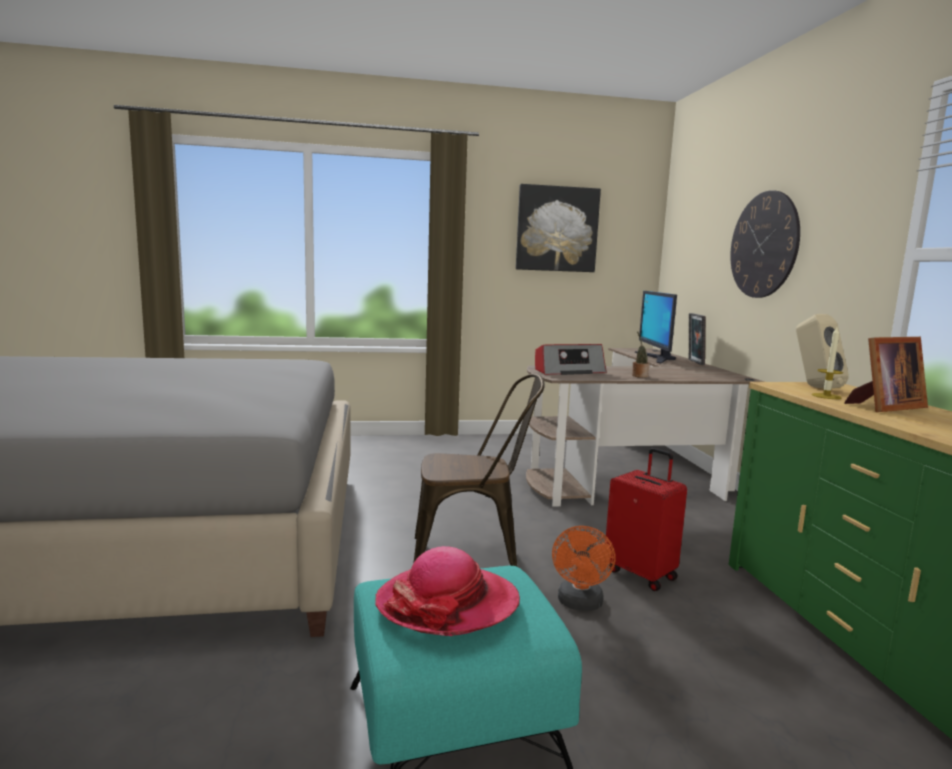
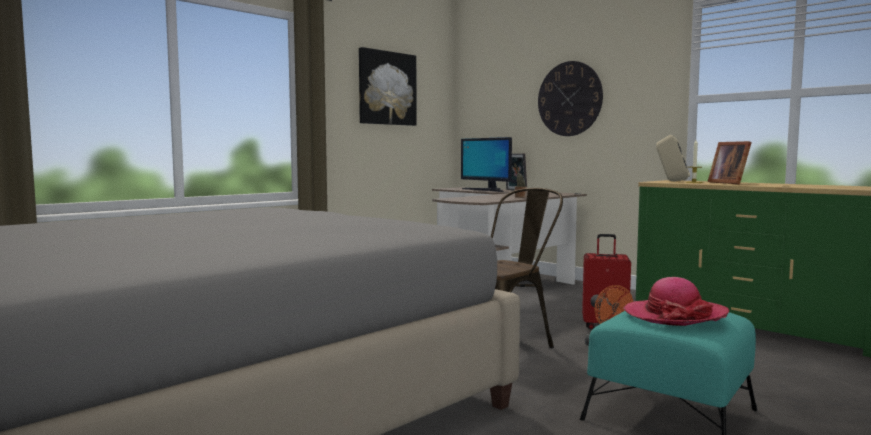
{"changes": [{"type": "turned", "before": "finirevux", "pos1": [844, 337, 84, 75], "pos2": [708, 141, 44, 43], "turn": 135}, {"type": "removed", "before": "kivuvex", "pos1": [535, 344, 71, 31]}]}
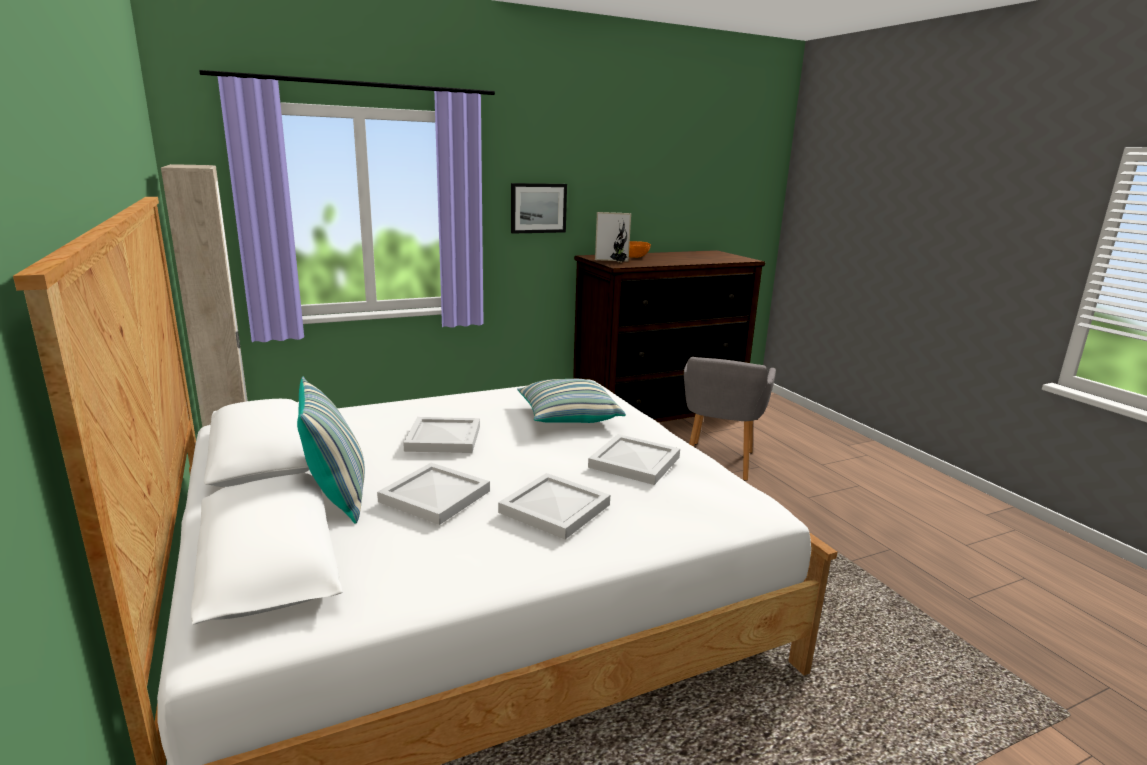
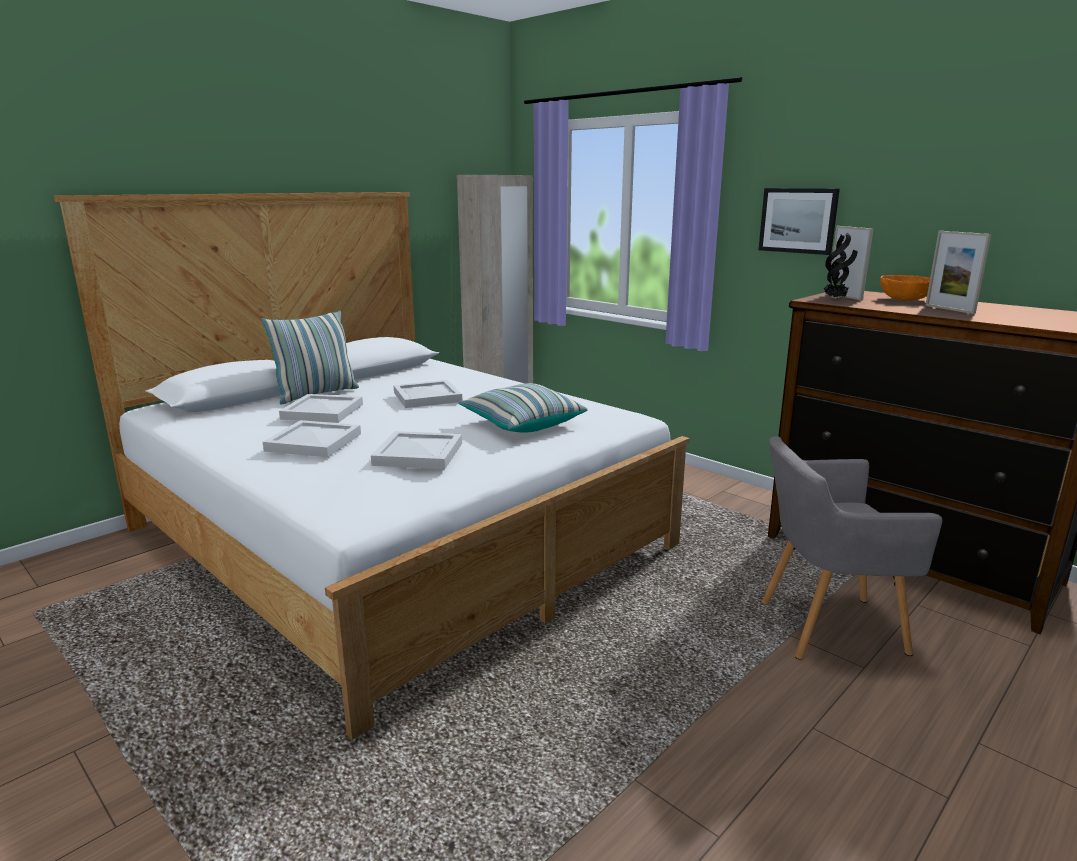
{"changes": [{"type": "added", "after": "finirevux", "pos2": [925, 231, 66, 83]}]}
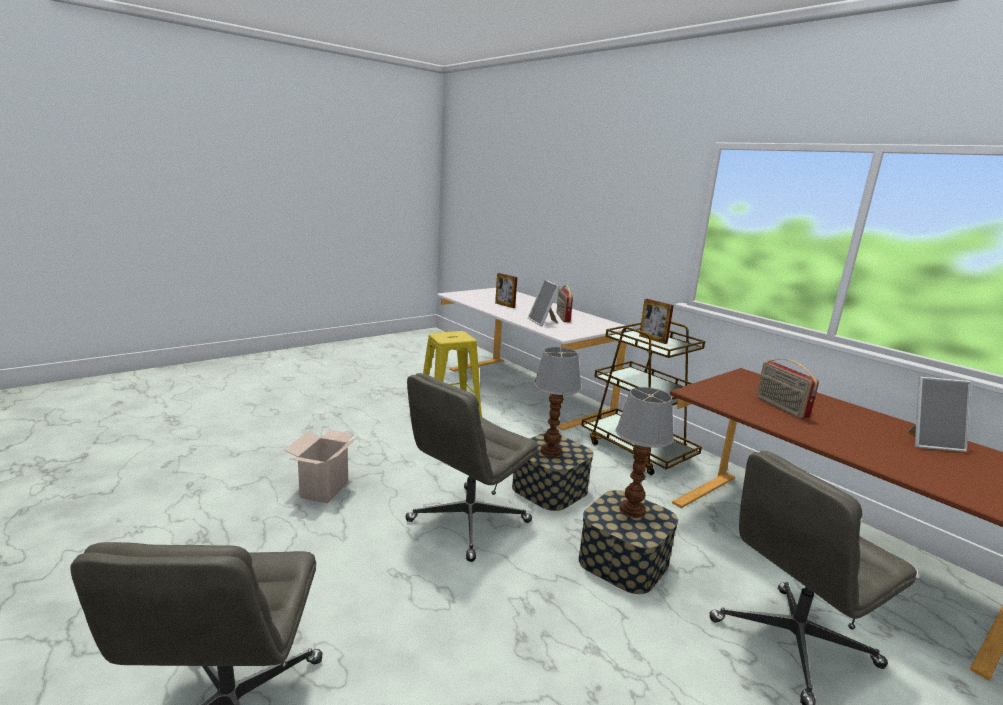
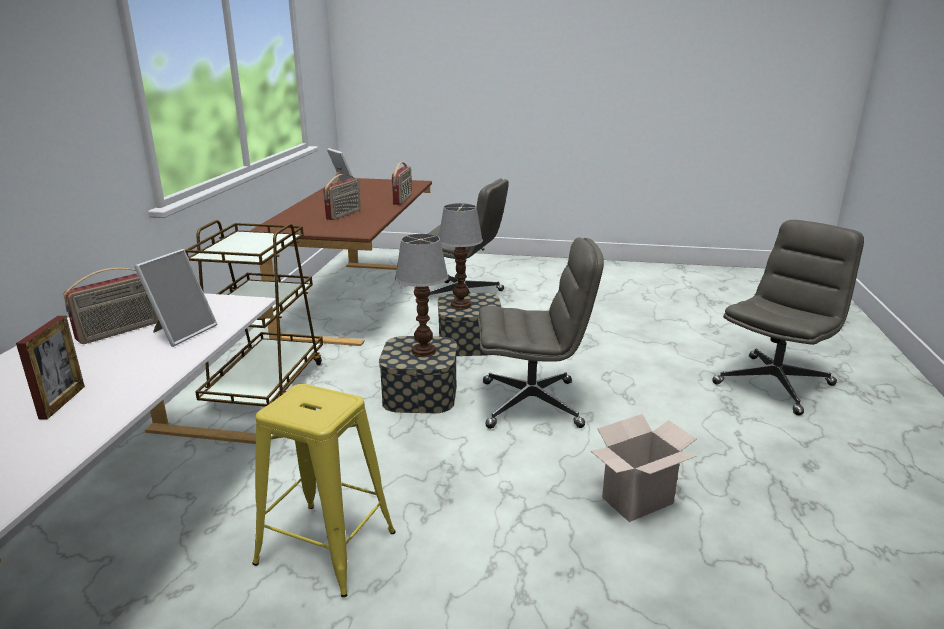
{"changes": [{"type": "removed", "before": "finirevux", "pos1": [639, 299, 35, 45]}, {"type": "added", "after": "kivuvex", "pos2": [392, 162, 20, 43]}]}
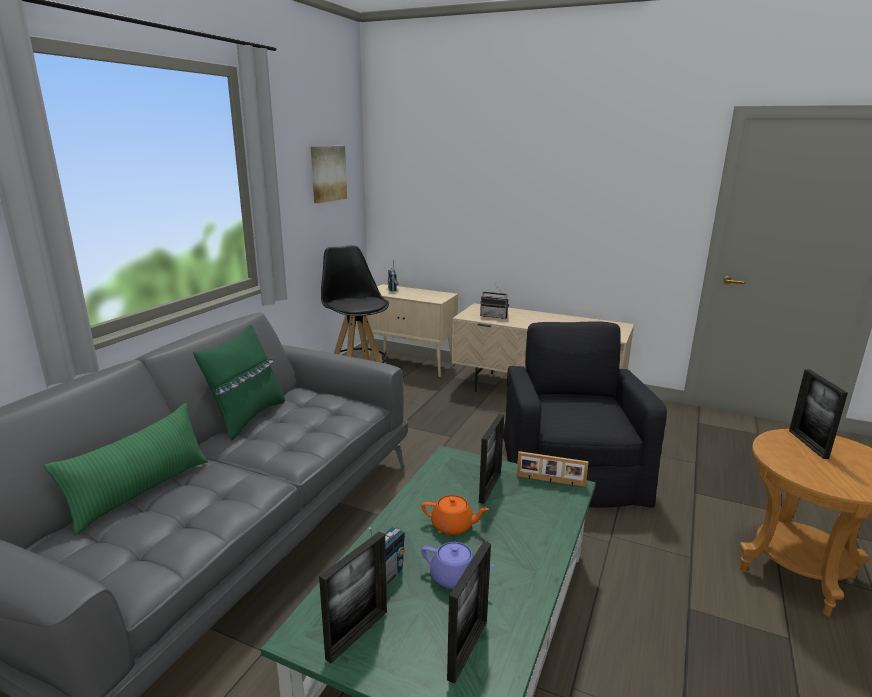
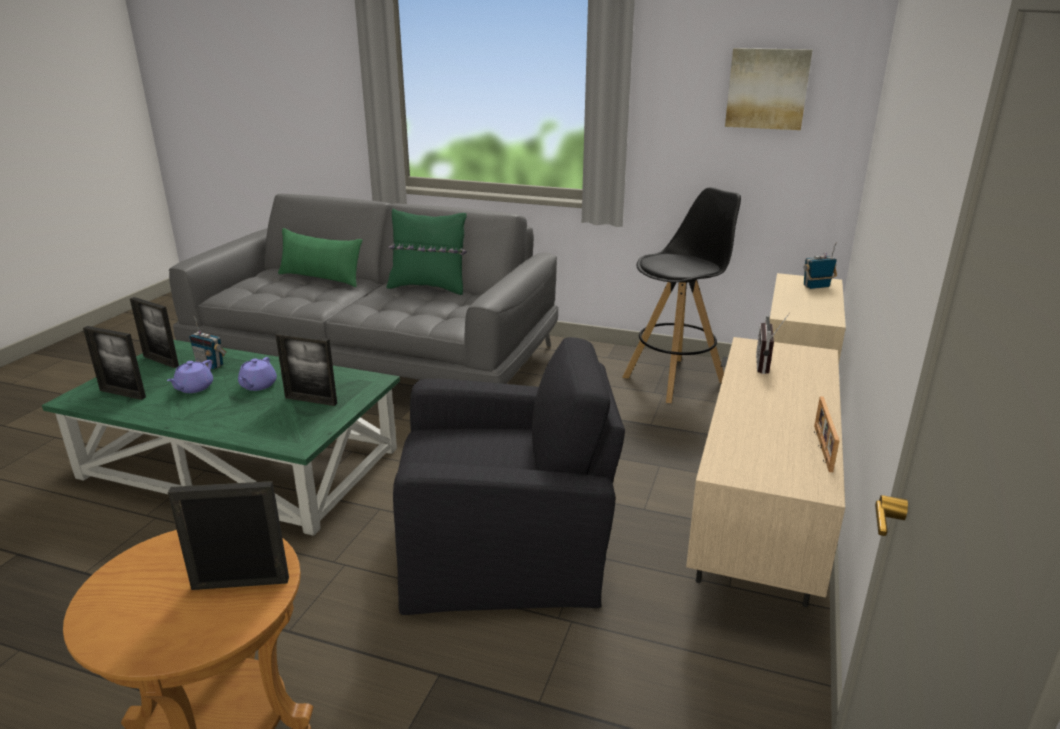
{"changes": [{"type": "moved", "before": "finirevux", "pos1": [517, 451, 72, 36], "pos2": [814, 397, 26, 75]}, {"type": "recoloured", "before": "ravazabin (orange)", "after": "ravazabin (purple)", "pos1": [421, 495, 68, 40], "pos2": [238, 357, 39, 34]}]}
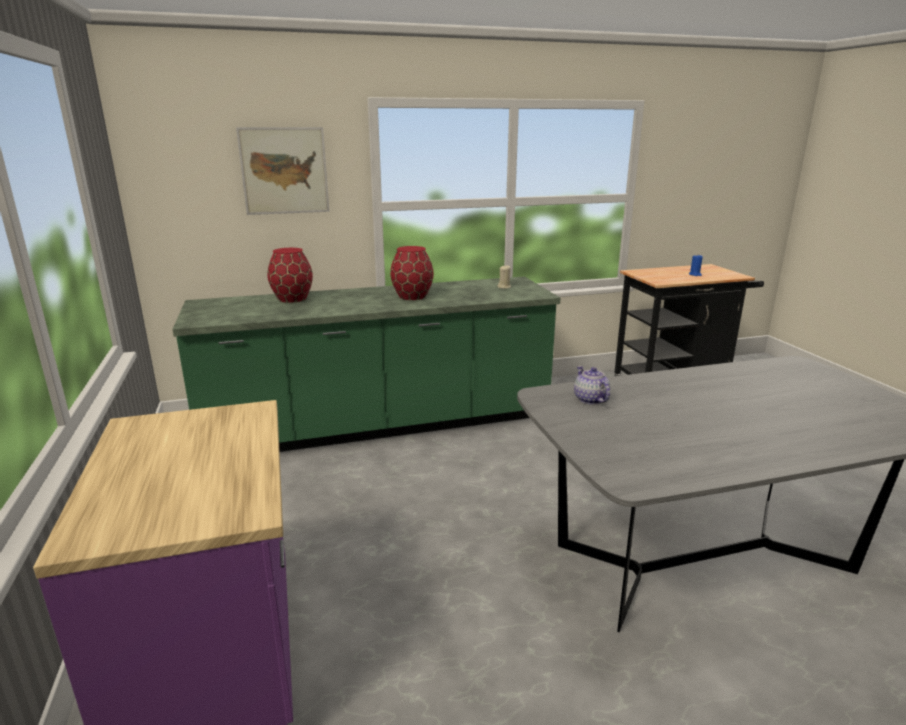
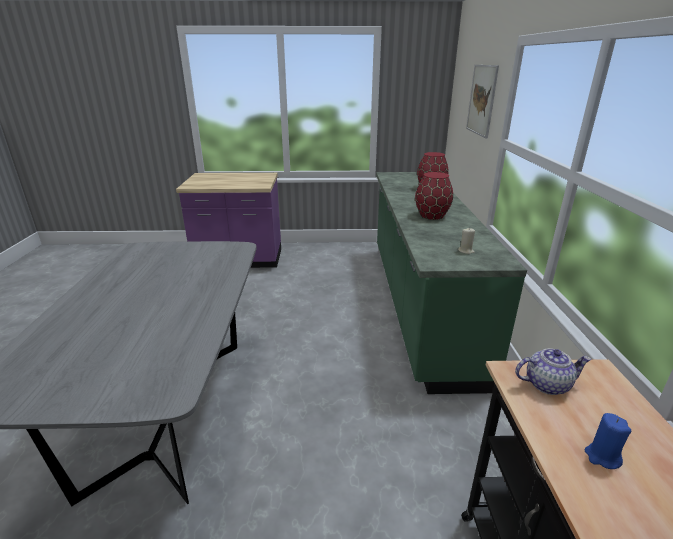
{"changes": [{"type": "moved", "before": "ravazabin", "pos1": [574, 366, 36, 39], "pos2": [515, 348, 77, 47]}]}
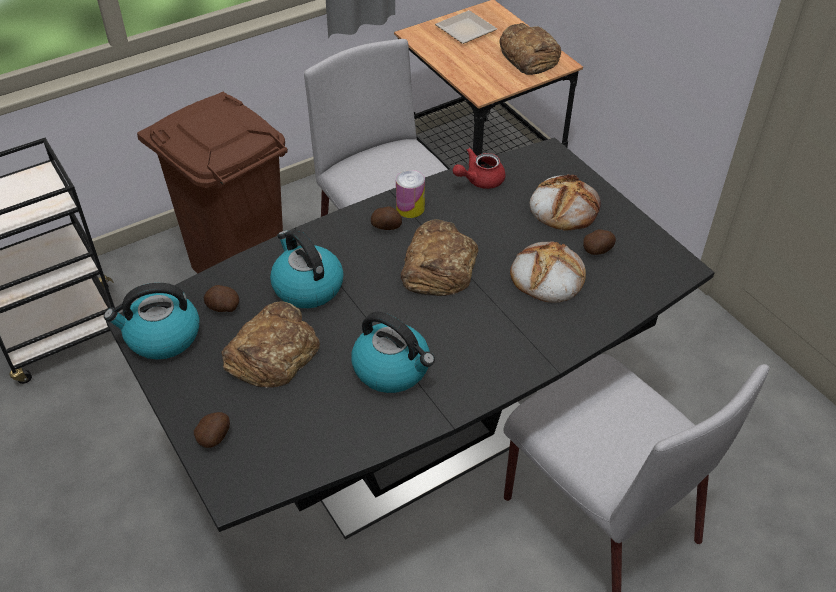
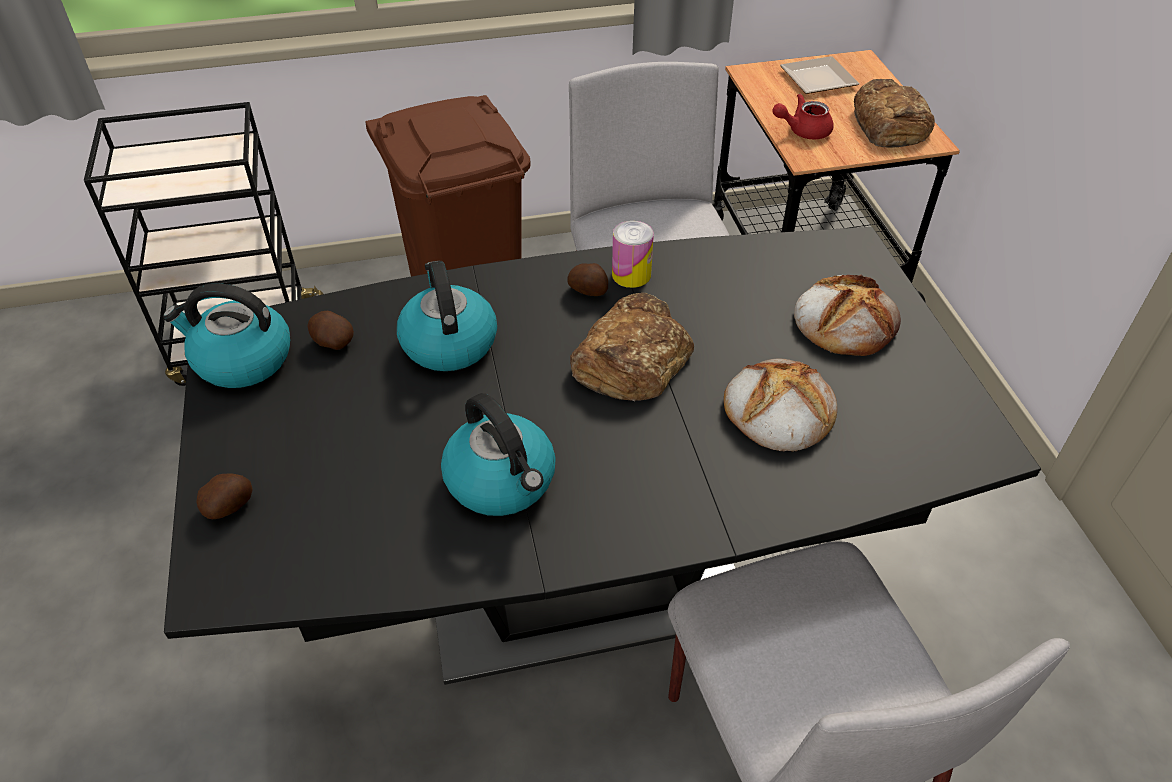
{"changes": [{"type": "moved", "before": "ravazabin (red)", "pos1": [453, 148, 52, 41], "pos2": [772, 94, 61, 46]}, {"type": "removed", "before": "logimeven", "pos1": [583, 229, 33, 26]}, {"type": "removed", "before": "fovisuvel", "pos1": [221, 302, 99, 86]}]}
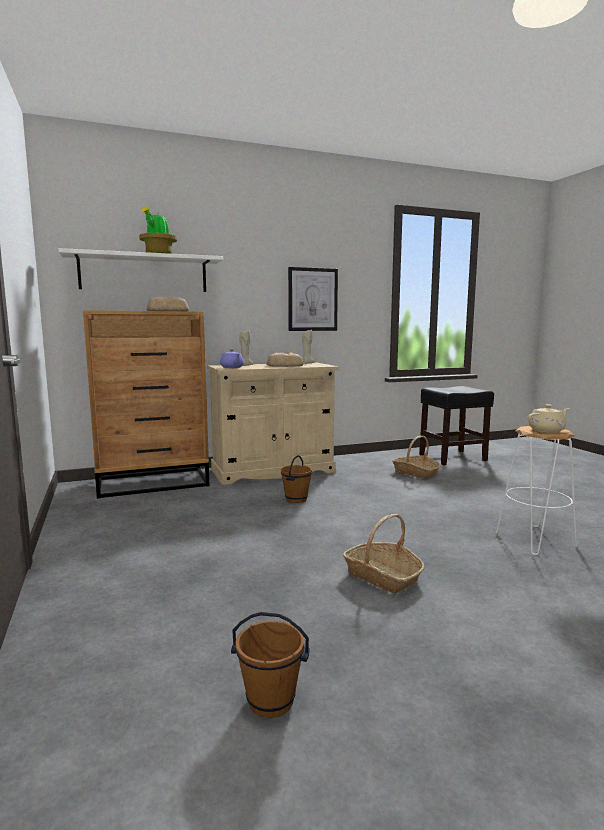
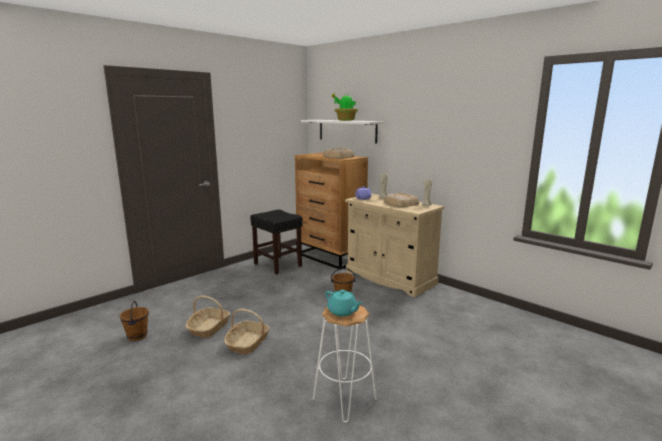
{"changes": [{"type": "removed", "before": "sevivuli", "pos1": [288, 267, 50, 64]}, {"type": "moved", "before": "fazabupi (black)", "pos1": [419, 386, 75, 79], "pos2": [250, 209, 53, 66]}, {"type": "recoloured", "before": "ravazabin (beige)", "after": "ravazabin (turquoise)", "pos1": [528, 404, 42, 29], "pos2": [325, 290, 38, 26]}, {"type": "moved", "before": "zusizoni", "pos1": [392, 436, 49, 43], "pos2": [185, 295, 45, 43]}]}
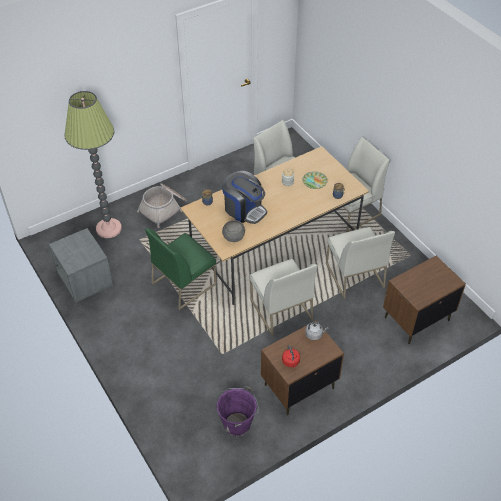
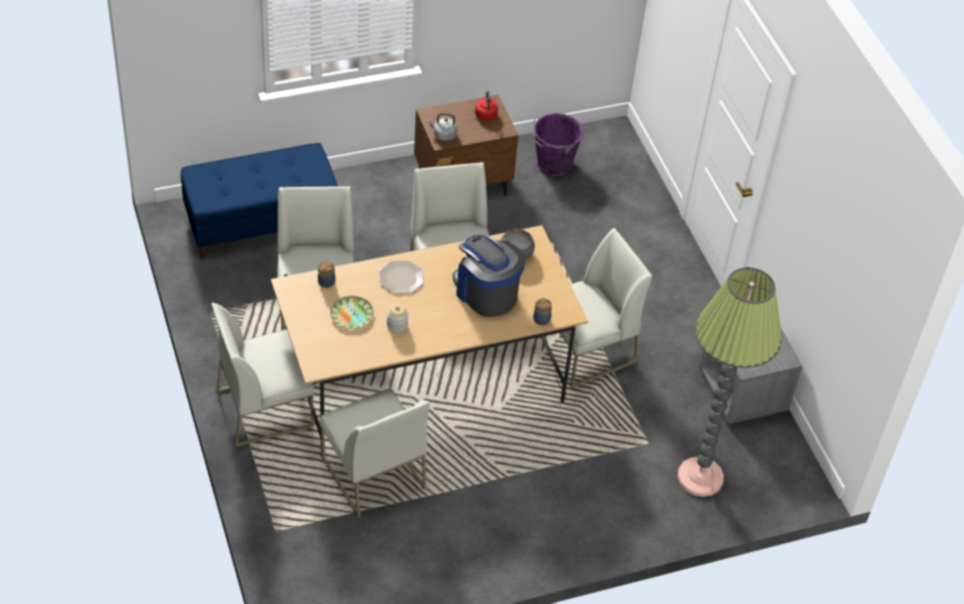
{"changes": [{"type": "removed", "before": "zusizoni", "pos1": [137, 183, 50, 45]}, {"type": "recoloured", "before": "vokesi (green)", "after": "vokesi (white)", "pos1": [145, 228, 72, 82], "pos2": [536, 228, 116, 160]}, {"type": "replaced", "before": "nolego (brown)", "after": "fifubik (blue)", "pos1": [383, 256, 83, 88], "pos2": [181, 143, 157, 116]}, {"type": "added", "after": "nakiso", "pos2": [379, 260, 45, 34]}]}
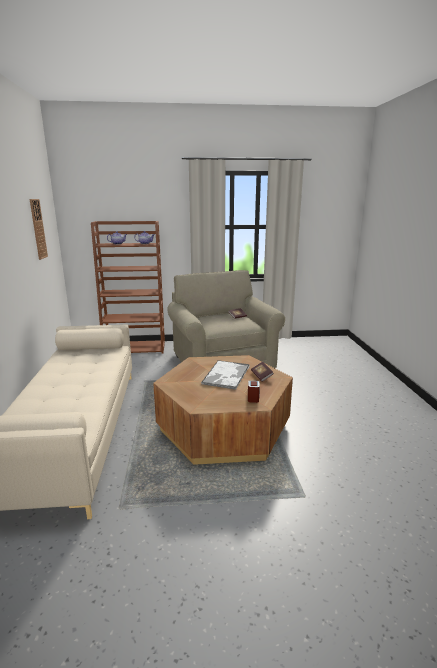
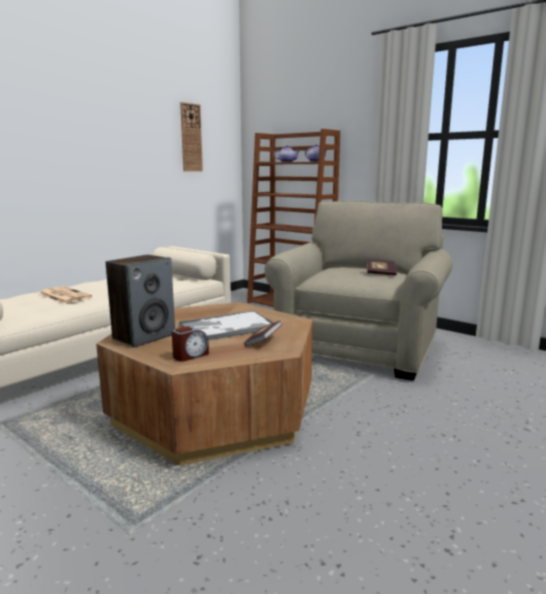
{"changes": [{"type": "added", "after": "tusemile", "pos2": [106, 255, 69, 93]}, {"type": "added", "after": "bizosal", "pos2": [39, 286, 53, 18]}]}
